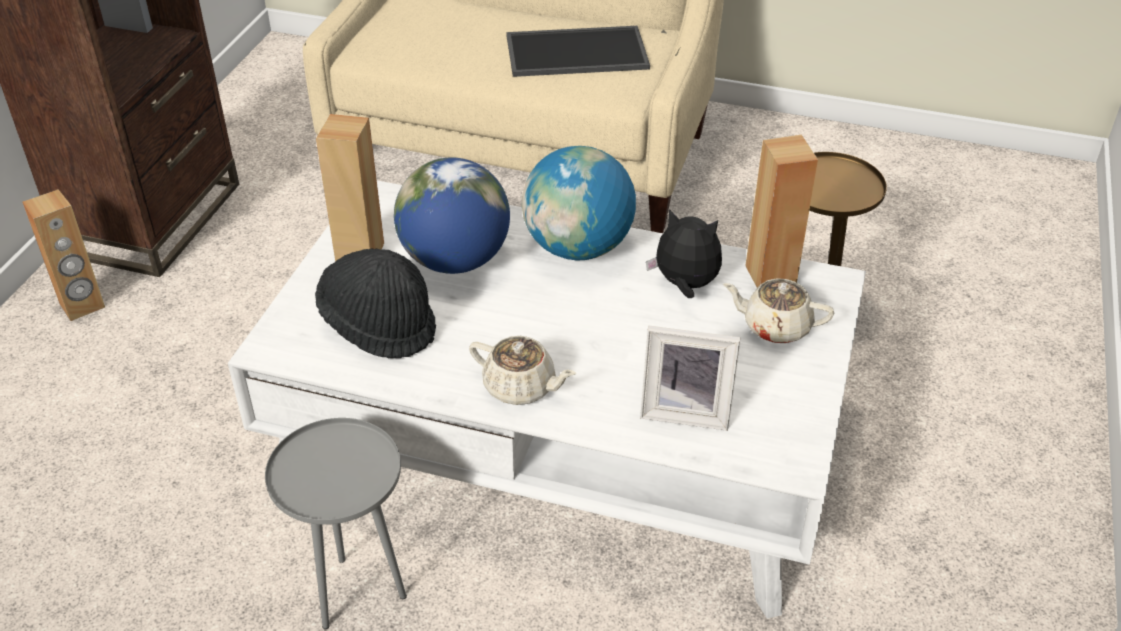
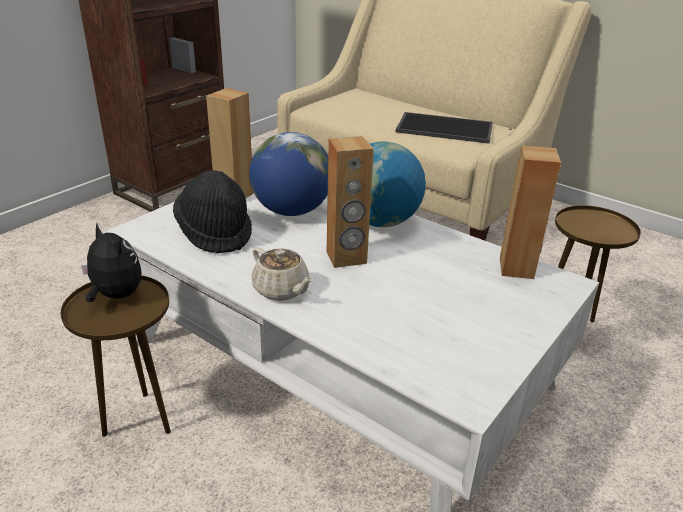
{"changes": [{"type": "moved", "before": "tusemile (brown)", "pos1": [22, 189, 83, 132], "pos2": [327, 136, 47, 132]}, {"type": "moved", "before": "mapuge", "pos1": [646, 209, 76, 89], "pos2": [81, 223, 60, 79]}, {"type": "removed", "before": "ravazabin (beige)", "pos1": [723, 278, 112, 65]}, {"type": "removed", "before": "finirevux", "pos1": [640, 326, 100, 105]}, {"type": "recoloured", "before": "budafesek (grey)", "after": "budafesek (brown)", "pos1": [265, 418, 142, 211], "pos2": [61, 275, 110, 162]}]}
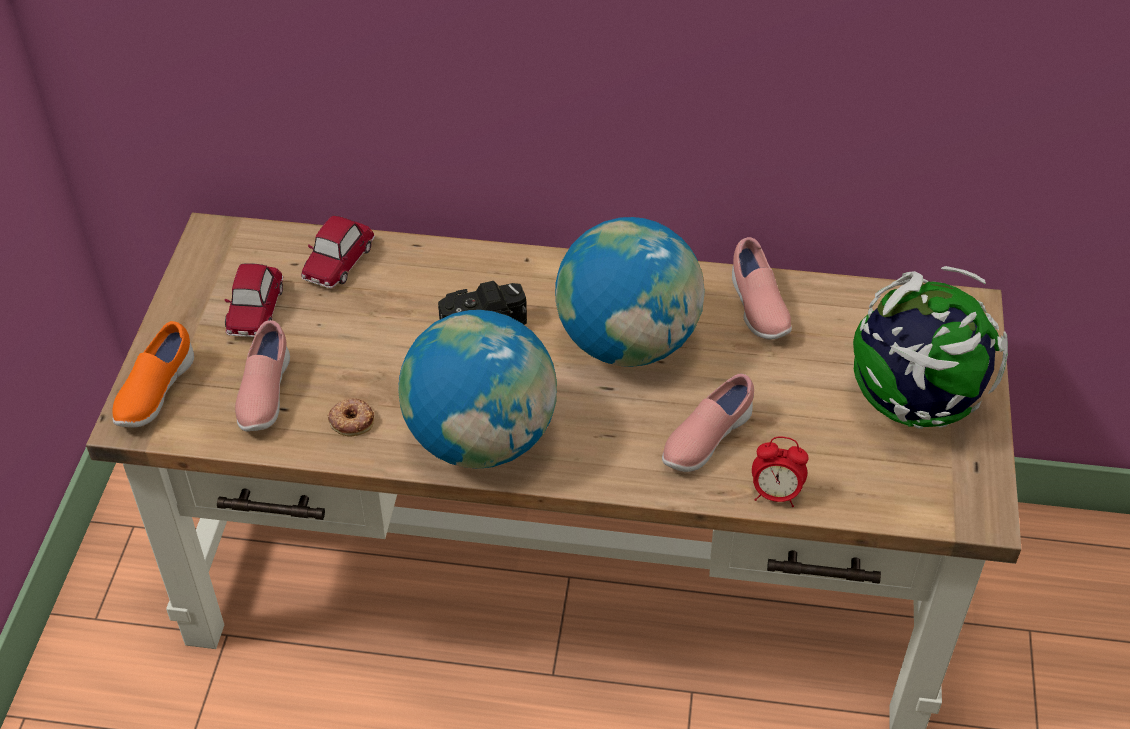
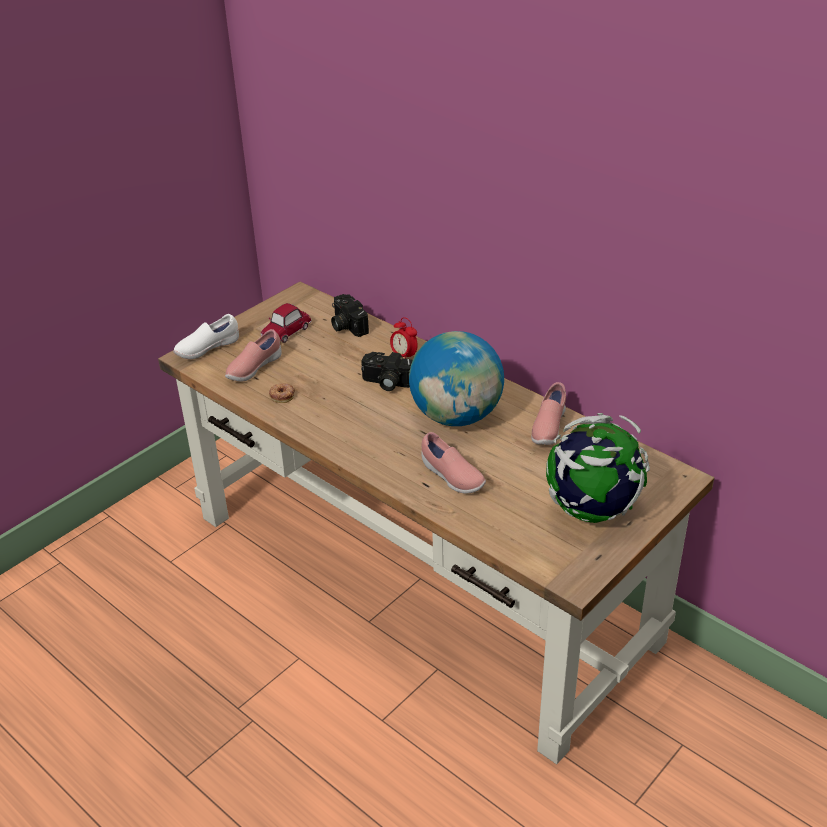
{"changes": [{"type": "replaced", "before": "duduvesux", "after": "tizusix", "pos1": [301, 215, 74, 73], "pos2": [331, 294, 38, 43]}, {"type": "removed", "before": "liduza", "pos1": [398, 310, 159, 158]}, {"type": "recoloured", "before": "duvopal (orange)", "after": "duvopal (white)", "pos1": [112, 321, 82, 107], "pos2": [173, 314, 66, 45]}, {"type": "turned", "before": "duvopal (pink)", "pos1": [662, 374, 92, 98], "pos2": [422, 432, 64, 62], "turn": -120}, {"type": "moved", "before": "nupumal", "pos1": [752, 436, 56, 71], "pos2": [390, 317, 28, 42]}]}
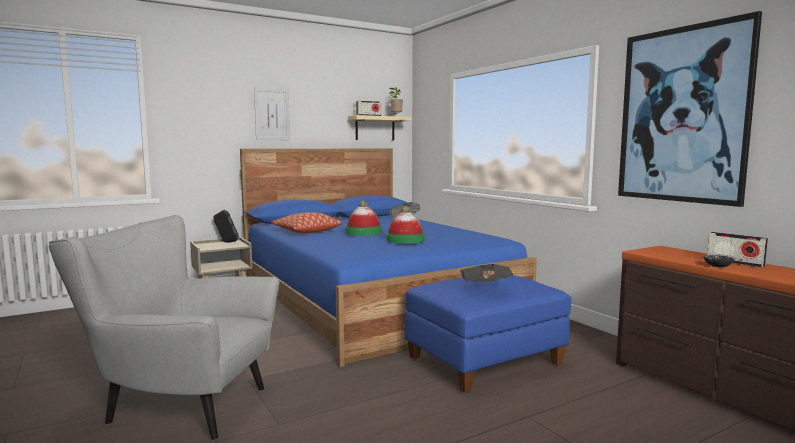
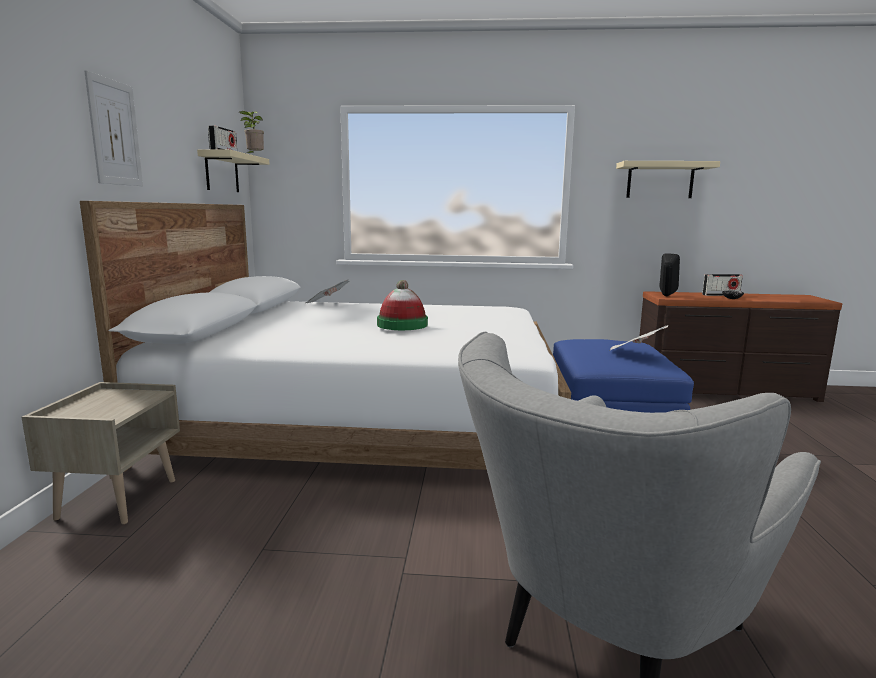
{"changes": [{"type": "replaced", "before": "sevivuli", "after": "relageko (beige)", "pos1": [618, 11, 144, 196], "pos2": [616, 161, 104, 37]}, {"type": "recoloured", "before": "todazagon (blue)", "after": "todazagon (white)", "pos1": [240, 149, 297, 218], "pos2": [80, 201, 491, 271]}, {"type": "removed", "before": "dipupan", "pos1": [386, 206, 39, 38]}, {"type": "moved", "before": "tusemile (black)", "pos1": [213, 210, 26, 33], "pos2": [659, 254, 21, 42]}, {"type": "removed", "before": "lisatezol", "pos1": [271, 212, 71, 21]}]}
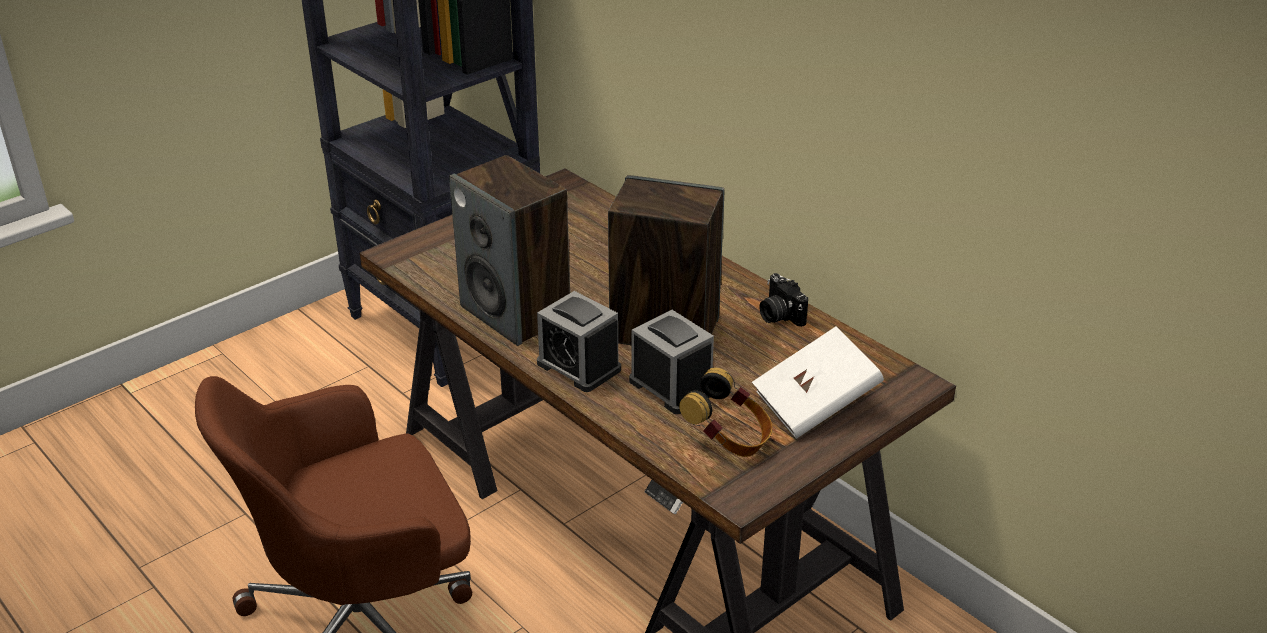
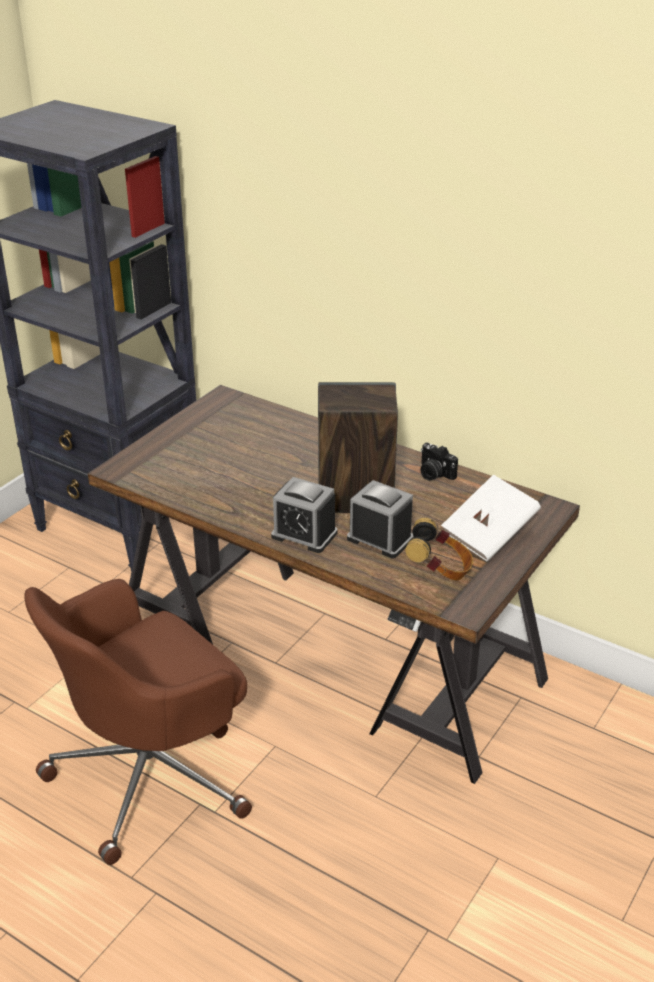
{"changes": [{"type": "removed", "before": "tusemile", "pos1": [449, 155, 121, 191]}]}
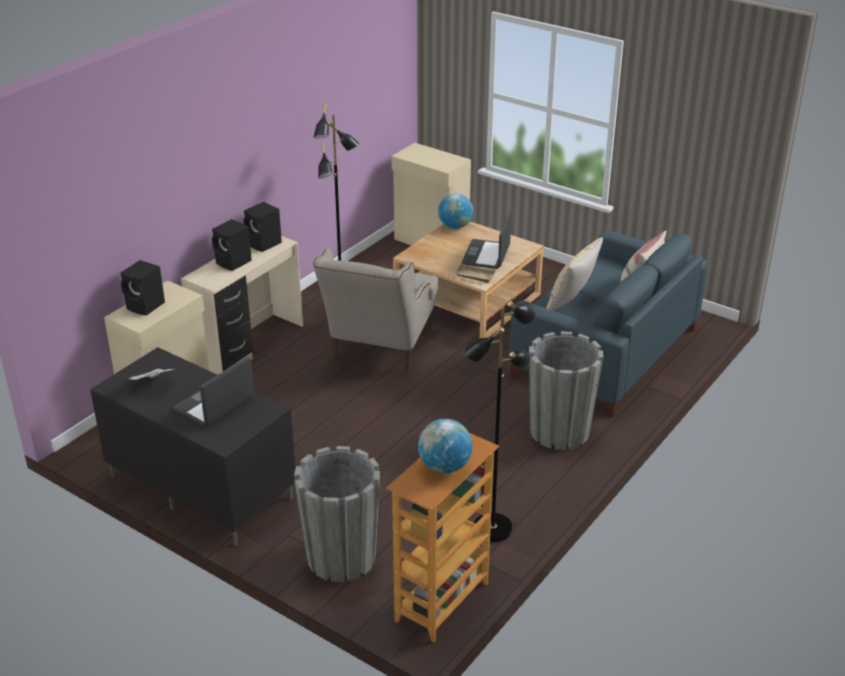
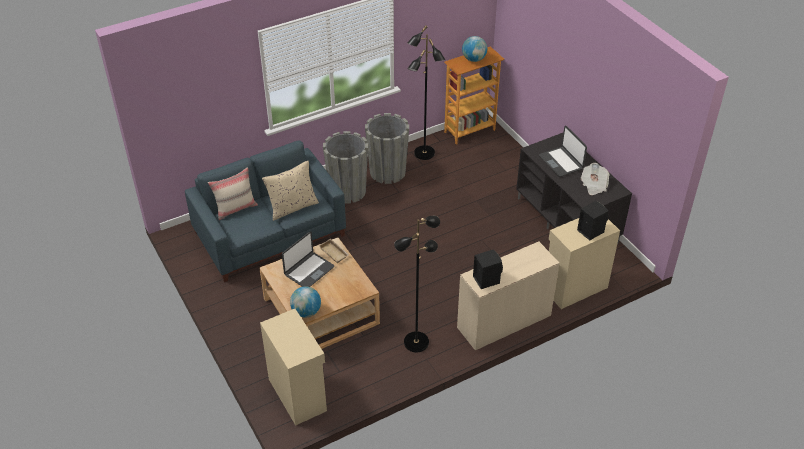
{"changes": [{"type": "removed", "before": "tusemile (black)", "pos1": [212, 219, 40, 52]}, {"type": "removed", "before": "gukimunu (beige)", "pos1": [313, 249, 125, 126]}, {"type": "turned", "before": "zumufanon", "pos1": [173, 357, 81, 70], "pos2": [539, 126, 48, 51], "turn": 90}, {"type": "moved", "before": "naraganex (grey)", "pos1": [294, 446, 86, 136], "pos2": [365, 113, 44, 71]}]}
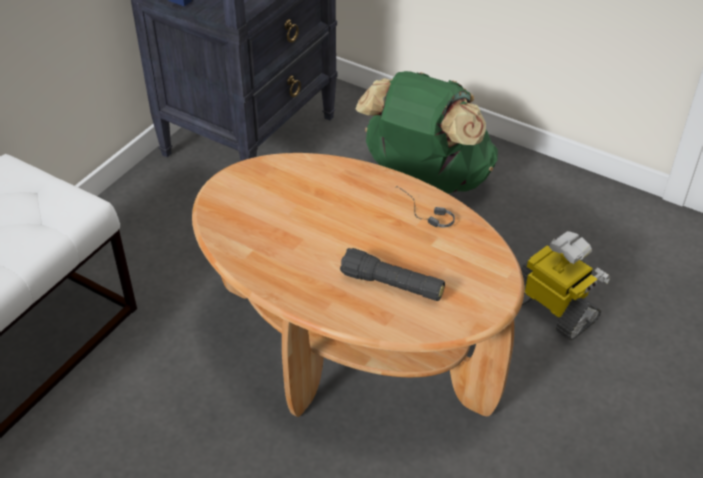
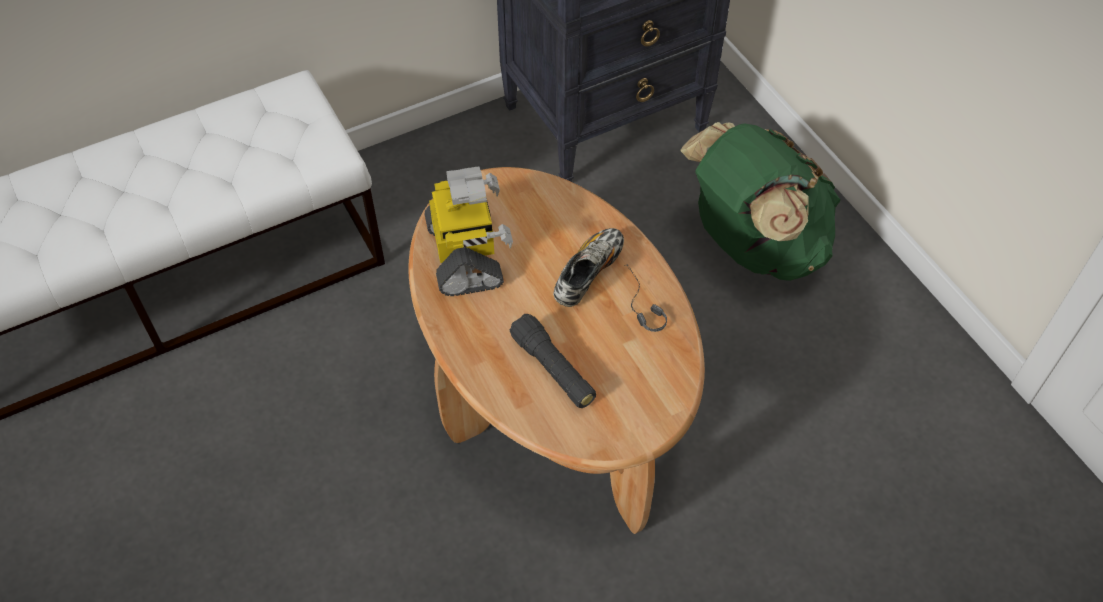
{"changes": [{"type": "moved", "before": "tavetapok", "pos1": [521, 231, 90, 109], "pos2": [425, 166, 88, 130]}, {"type": "added", "after": "duvopal", "pos2": [553, 228, 71, 79]}]}
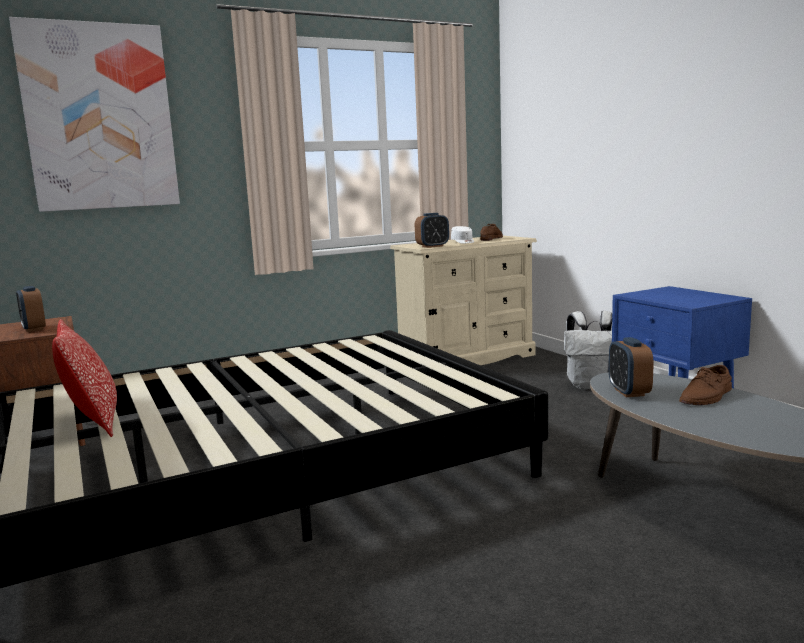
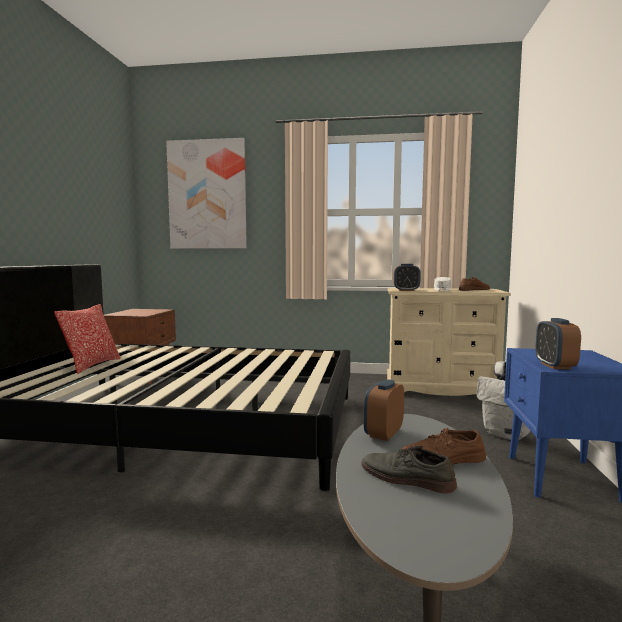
{"changes": [{"type": "moved", "before": "nupumal", "pos1": [16, 286, 30, 46], "pos2": [535, 318, 46, 51]}, {"type": "added", "after": "duvopal (grey)", "pos2": [361, 445, 96, 49]}]}
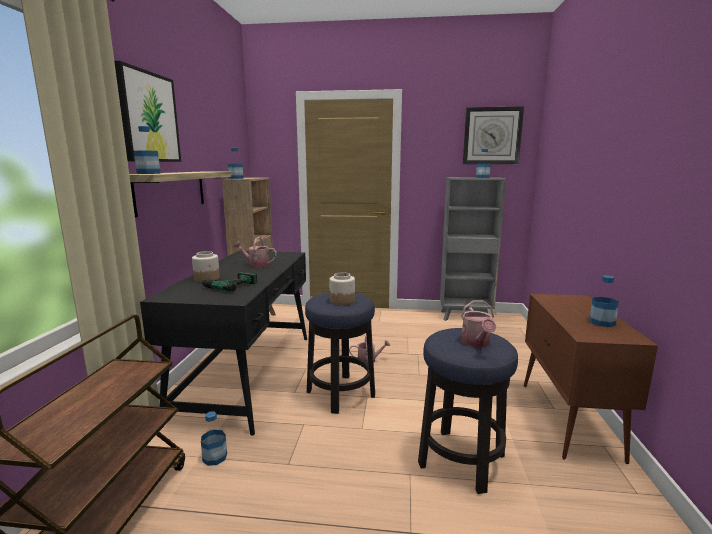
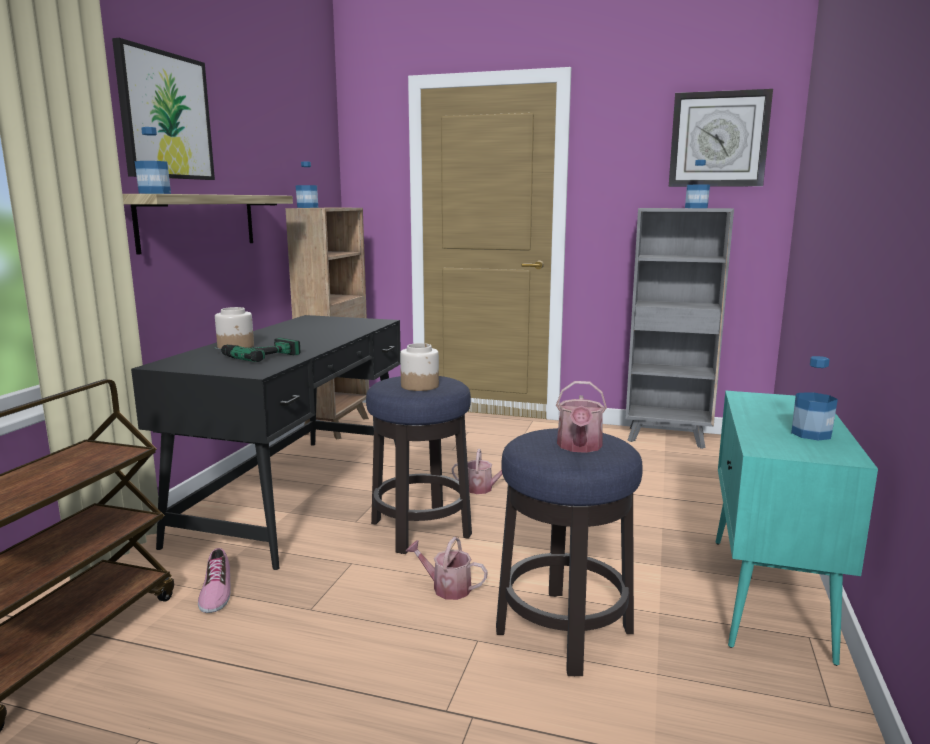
{"changes": [{"type": "moved", "before": "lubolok", "pos1": [234, 237, 43, 30], "pos2": [405, 537, 83, 63]}, {"type": "recoloured", "before": "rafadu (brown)", "after": "rafadu (turquoise)", "pos1": [524, 294, 134, 170], "pos2": [715, 391, 163, 275]}, {"type": "replaced", "before": "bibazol", "after": "duvopal", "pos1": [201, 411, 26, 55], "pos2": [198, 548, 33, 65]}]}
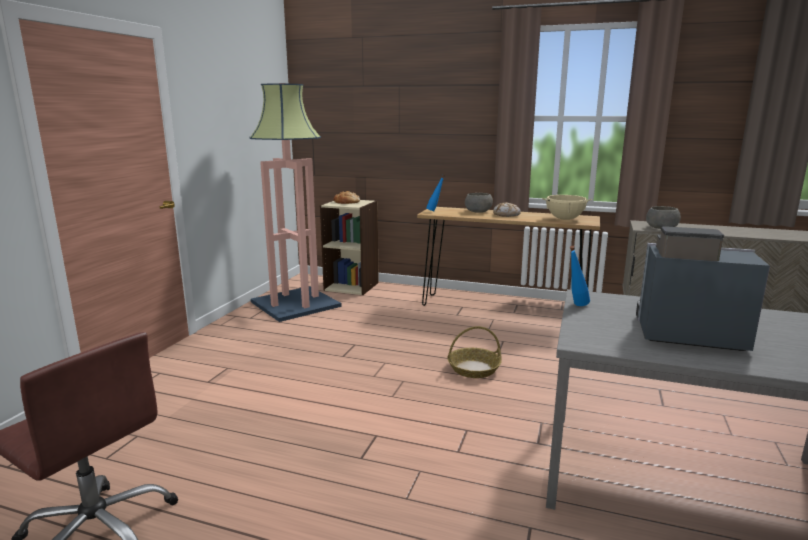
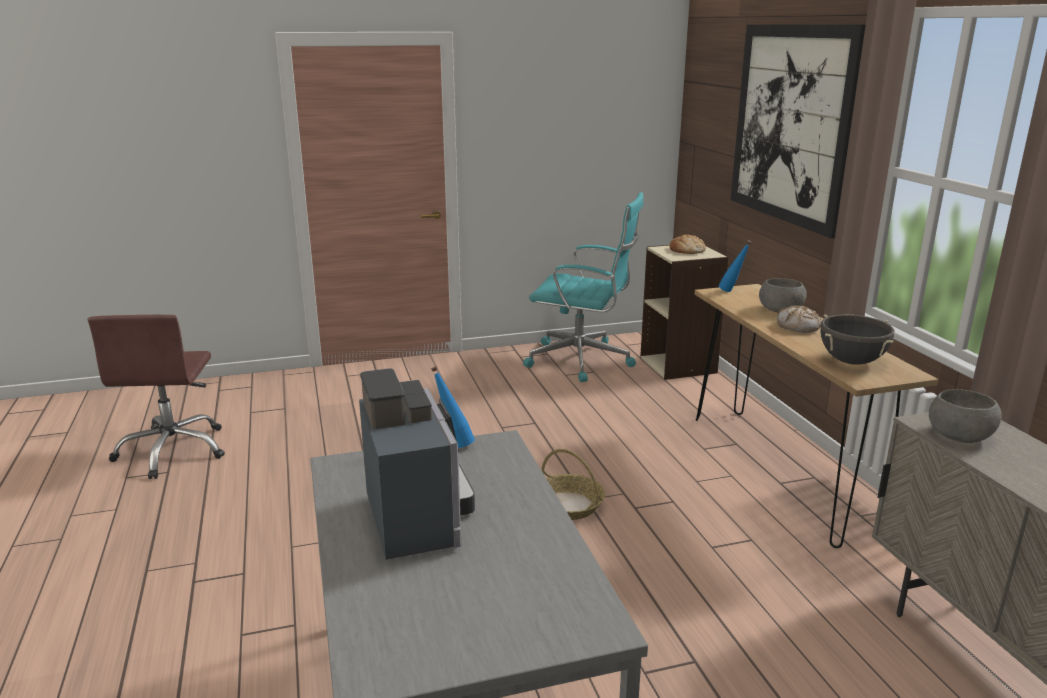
{"changes": [{"type": "replaced", "before": "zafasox", "after": "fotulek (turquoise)", "pos1": [249, 83, 93, 239], "pos2": [523, 192, 121, 190]}, {"type": "recoloured", "before": "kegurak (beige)", "after": "kegurak (black)", "pos1": [542, 195, 50, 25], "pos2": [820, 314, 75, 51]}, {"type": "added", "after": "sevivuli", "pos2": [731, 24, 135, 214]}]}
